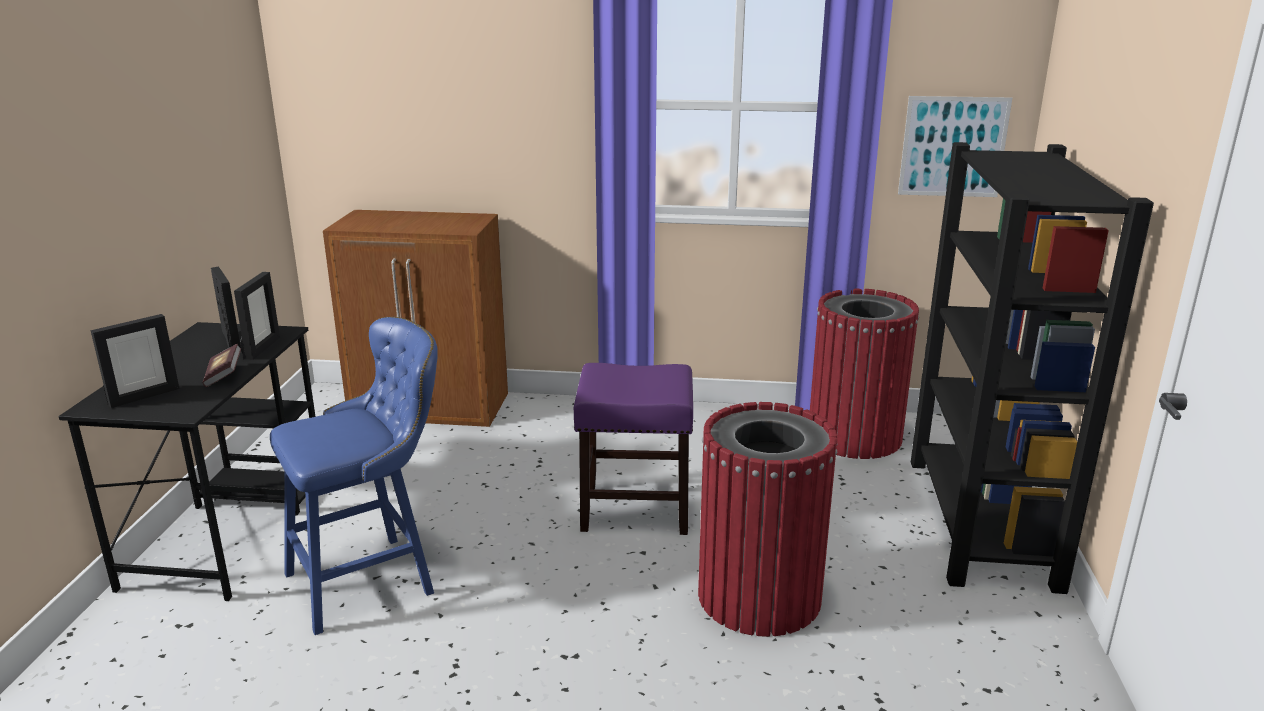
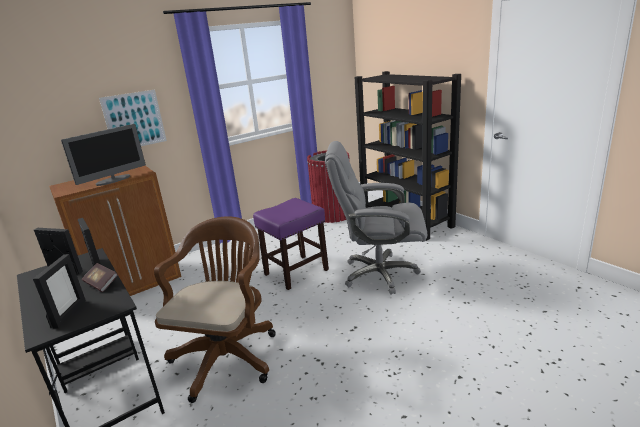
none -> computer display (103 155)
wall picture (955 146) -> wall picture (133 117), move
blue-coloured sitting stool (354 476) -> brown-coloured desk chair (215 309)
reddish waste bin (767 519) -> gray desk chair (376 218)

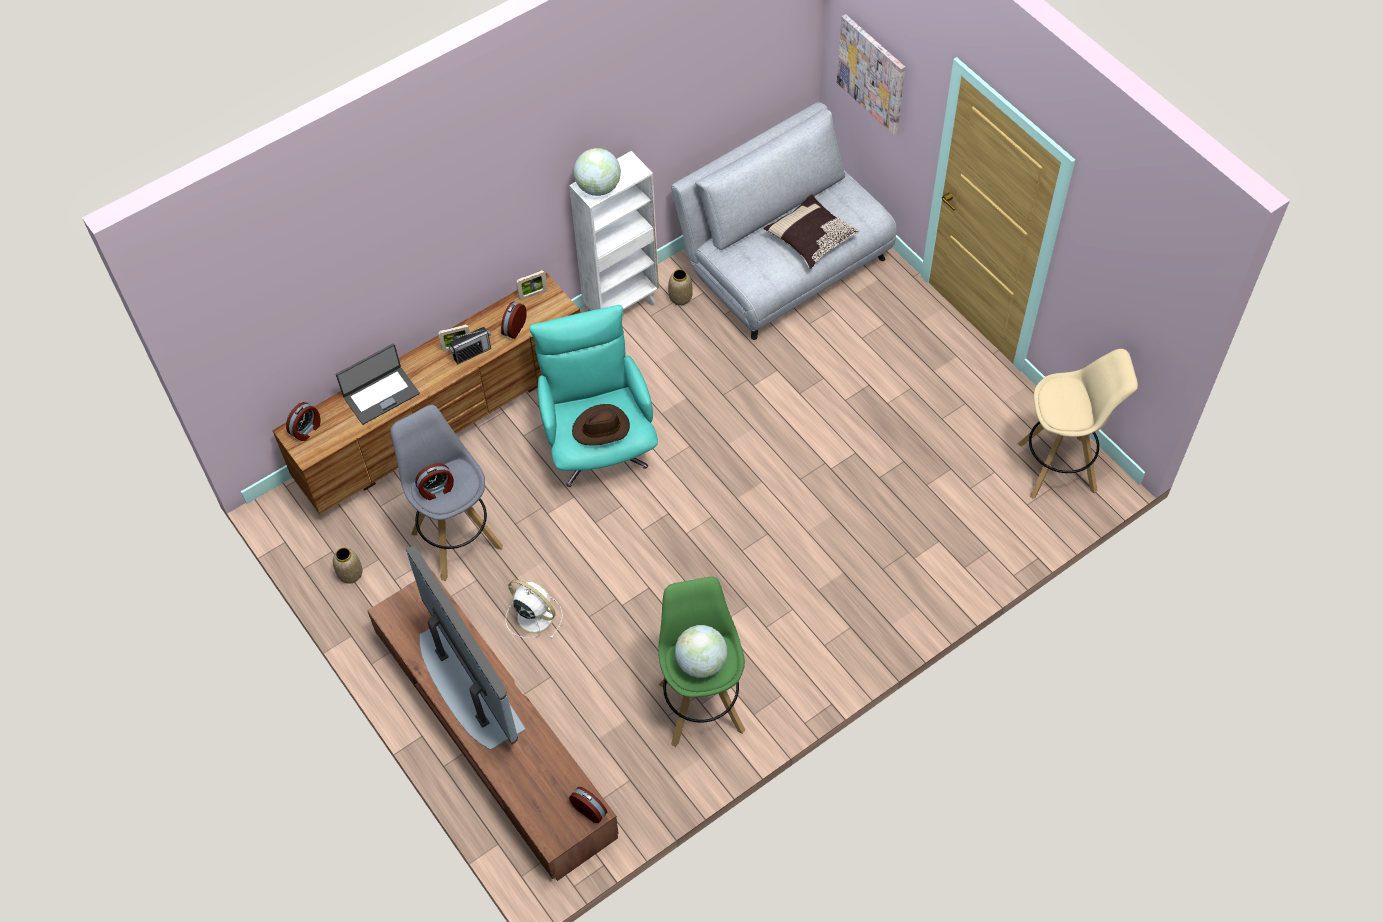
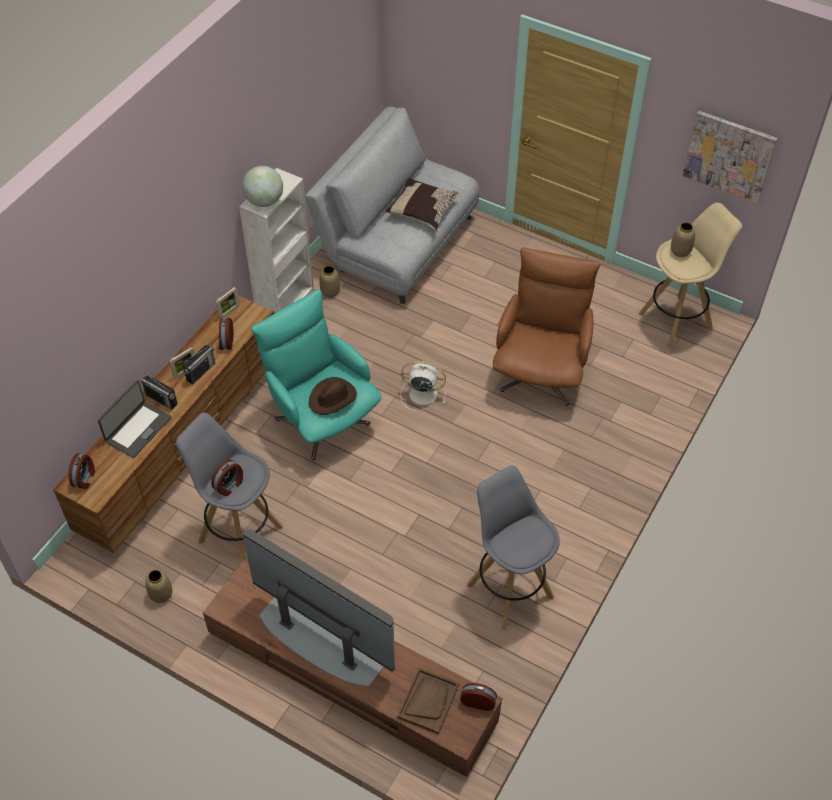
none -> radio set (159 391)
none -> brown-coloured serving tray (428 700)
whitish fan (534 609) -> whitish fan (423 386), move
green sitting stool (701 662) -> gray sitting stool (513 547)
none -> brown-coloured lounge chair (546 326)
none -> flower vase (683 239)
wall picture (871 74) -> wall picture (730 157), move
globe (701 651) -> none

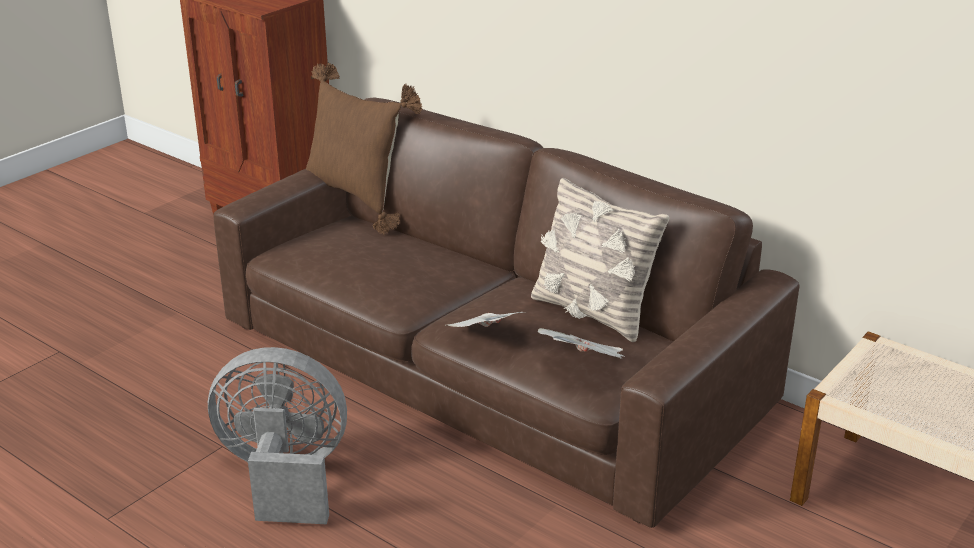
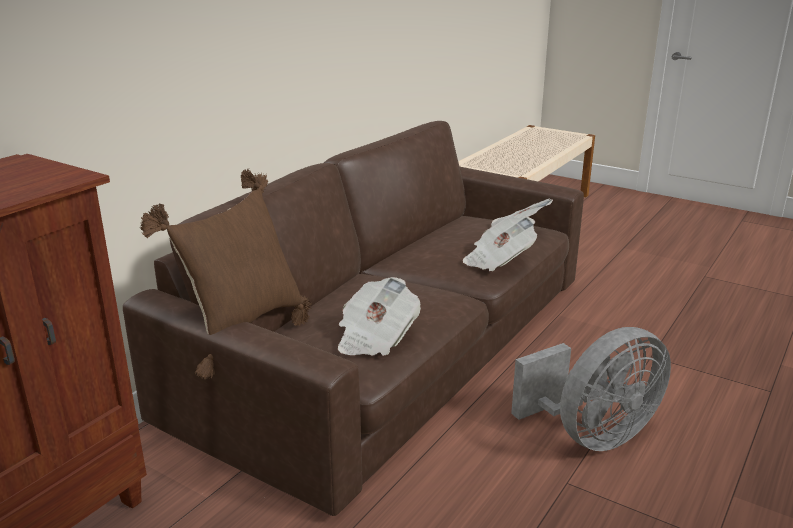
none -> daily paper (379 316)
gray fan (277 435) -> gray fan (591 389), 120 degrees counterclockwise
sand-coloured throw pillow (600 260) -> none

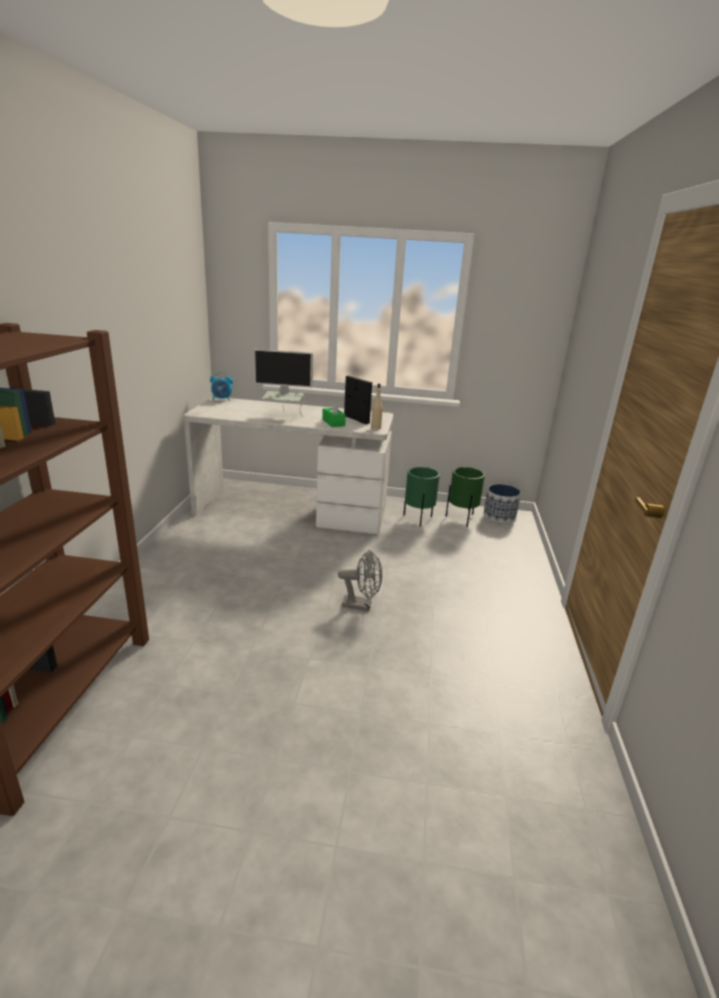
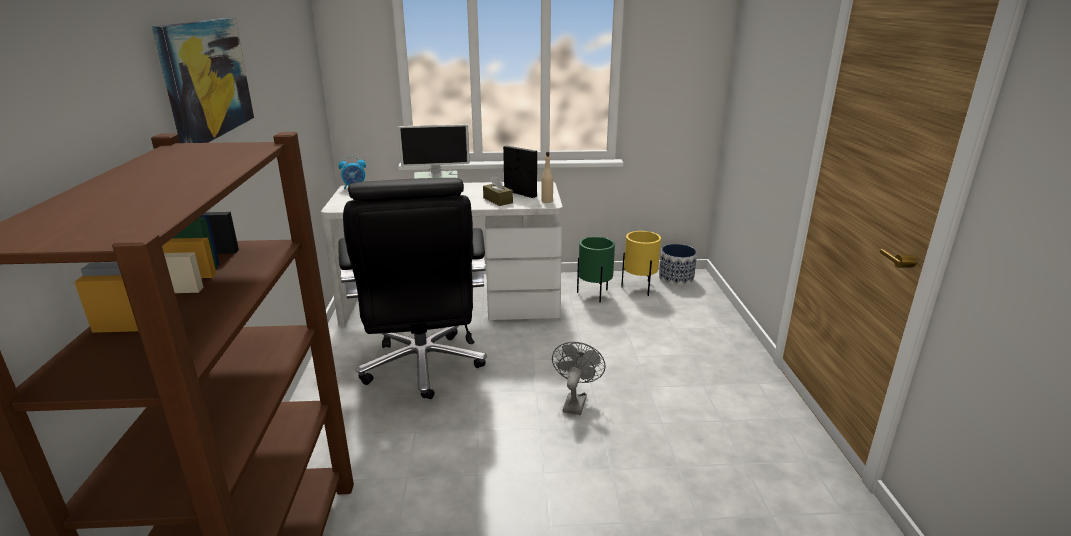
none -> wall picture (203 80)
none -> black desk chair (412 288)
green box of tissues (334 413) -> brown-coloured box of tissues (498 190)
gray fan (360 580) -> gray fan (579 378), 75 degrees counterclockwise
green flower pot (465 497) -> yellow-coloured flower pot (641 263)

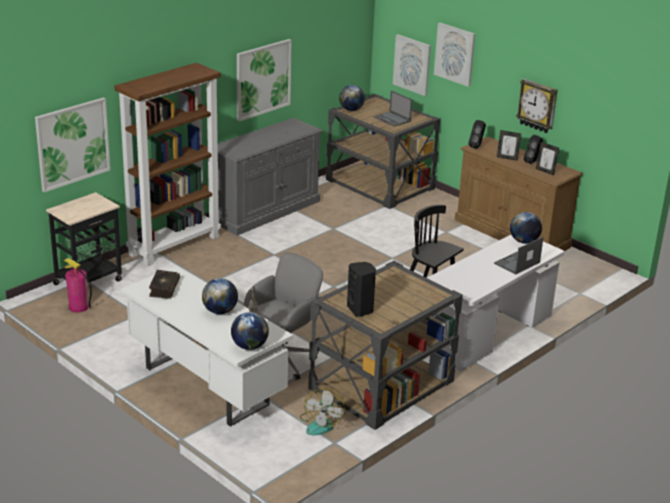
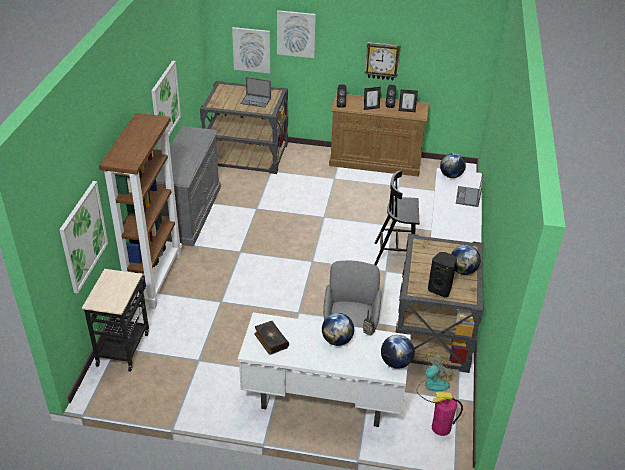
fan (322 412) -> fan (434 377), 105 degrees counterclockwise
extinguisher (77 285) -> extinguisher (447 414), move
globe (352 98) -> globe (466 260), move

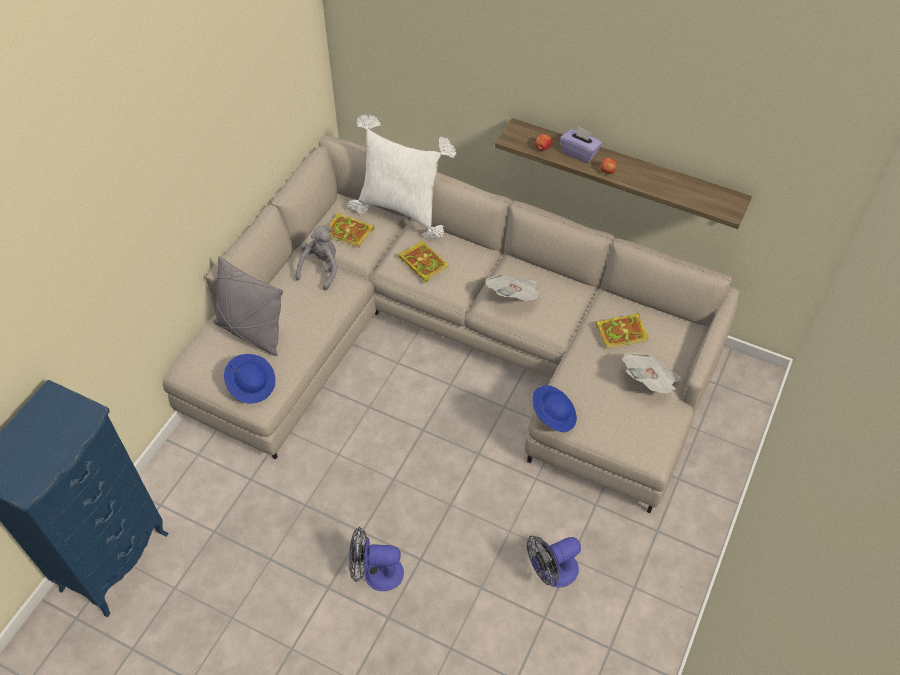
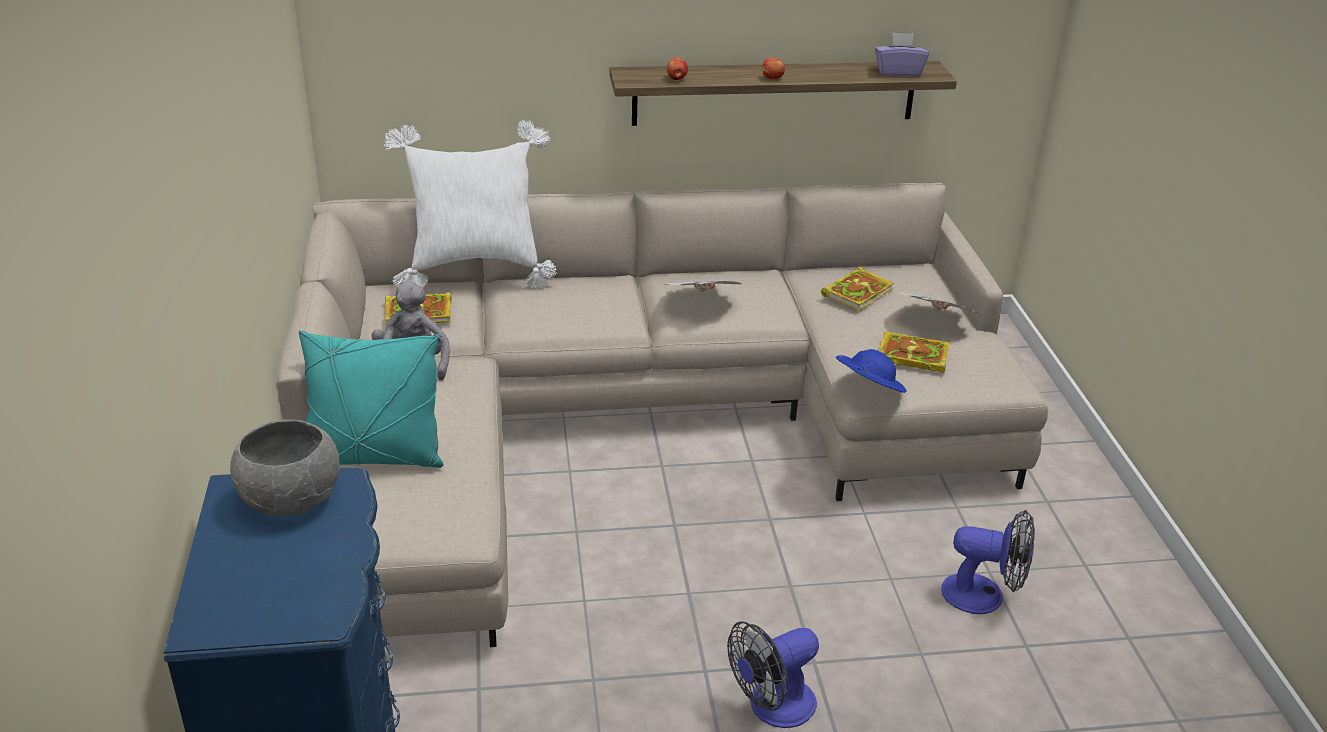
none -> gray serving bowl (285 467)
gray throw pillow (248 306) -> turquoise throw pillow (371 399)
purple-coloured box of tissues (581 144) -> purple-coloured box of tissues (902 54), move
bound book (423 262) -> bound book (913 352), move
fan (554 561) -> fan (988 562), 105 degrees counterclockwise
blue-coloured clothing hat (250 378) -> none

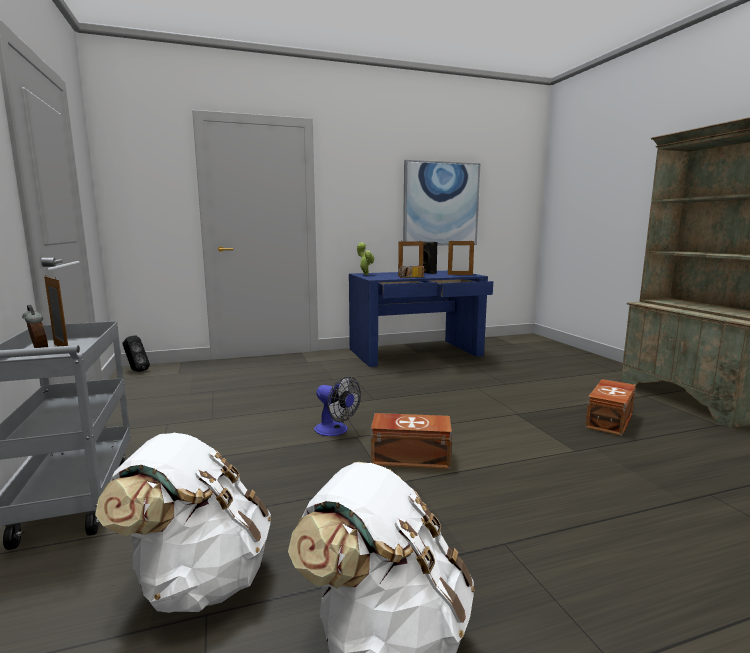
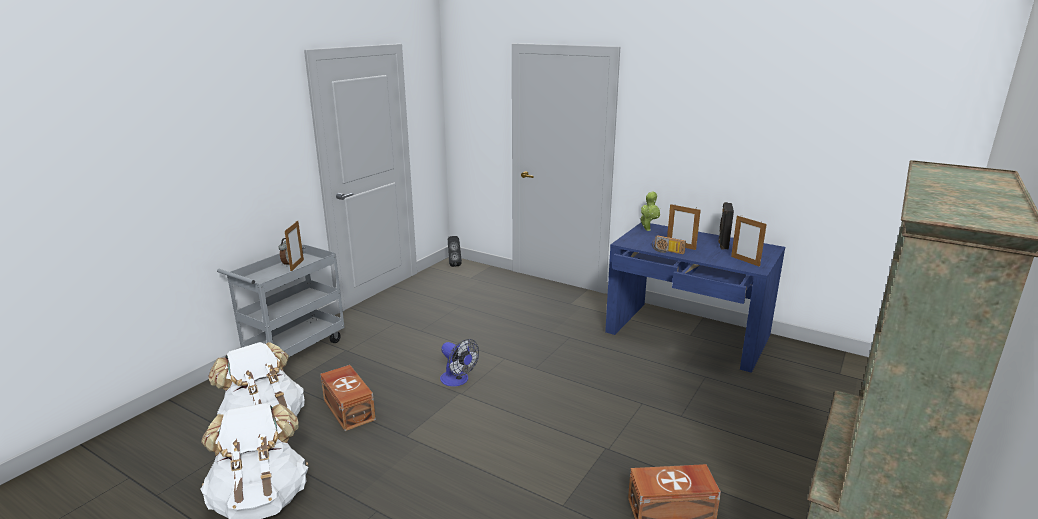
brown-coloured storage container (411 441) -> brown-coloured storage container (348 398), move
fan (337 406) -> fan (459 362), 45 degrees counterclockwise
wall picture (441 202) -> none

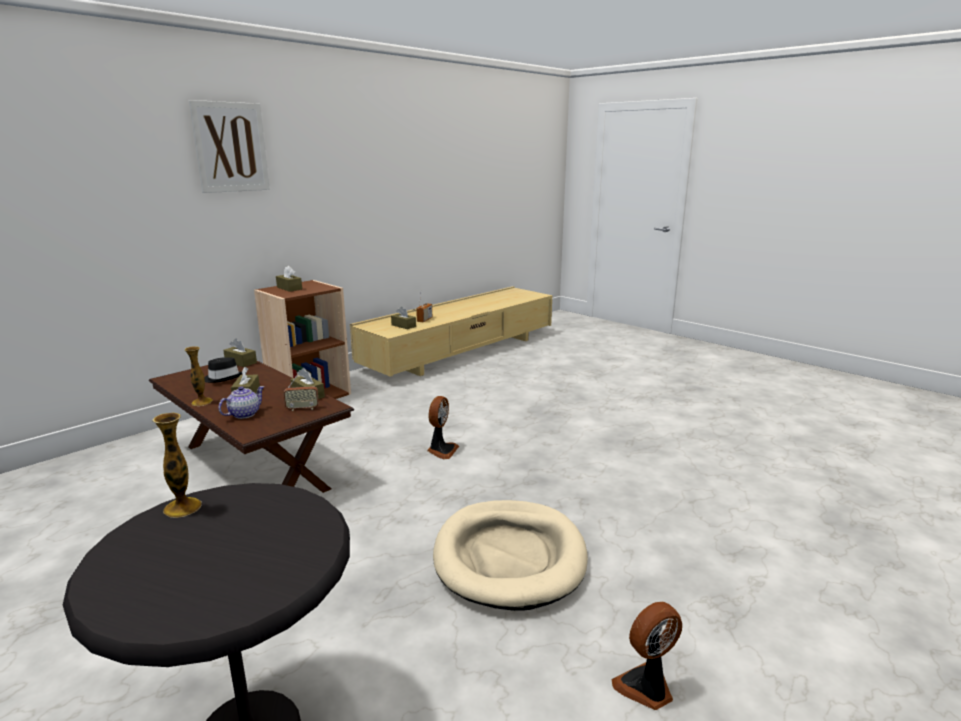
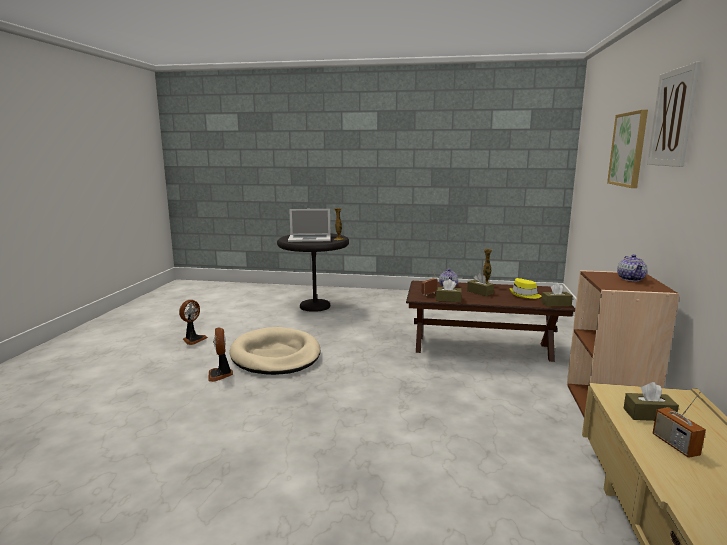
fan (443 427) -> fan (220 354), move
none -> laptop (309 225)
black clothing hat (223 370) -> yellow-coloured clothing hat (525 288)
none -> wall picture (627 149)
brown-coloured box of tissues (289 279) -> pot for tea (632 267)

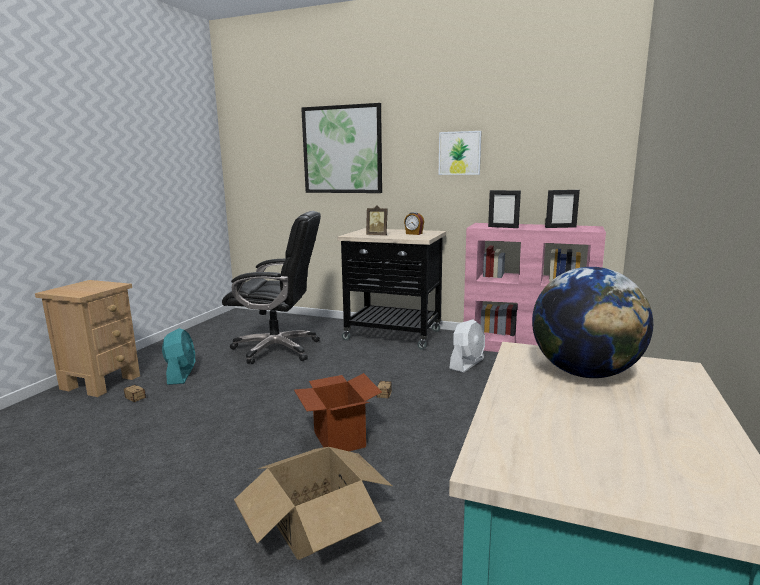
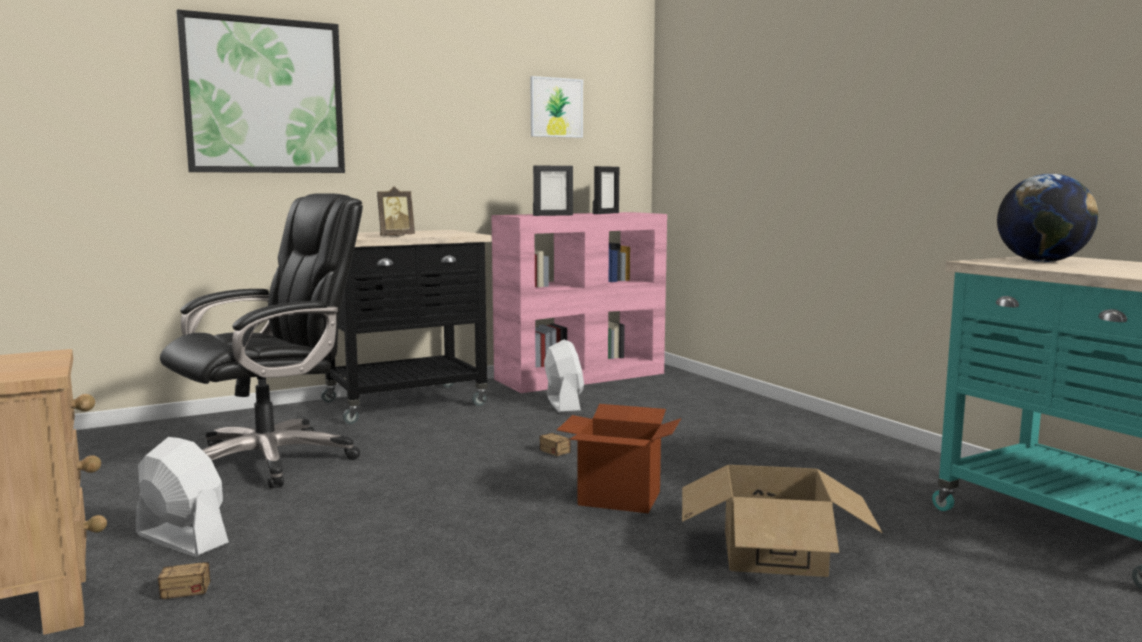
turquoise fan (178 356) -> whitish fan (182 497)
wall picture (460 153) -> wall picture (556 107), move
alarm clock (414 223) -> none

